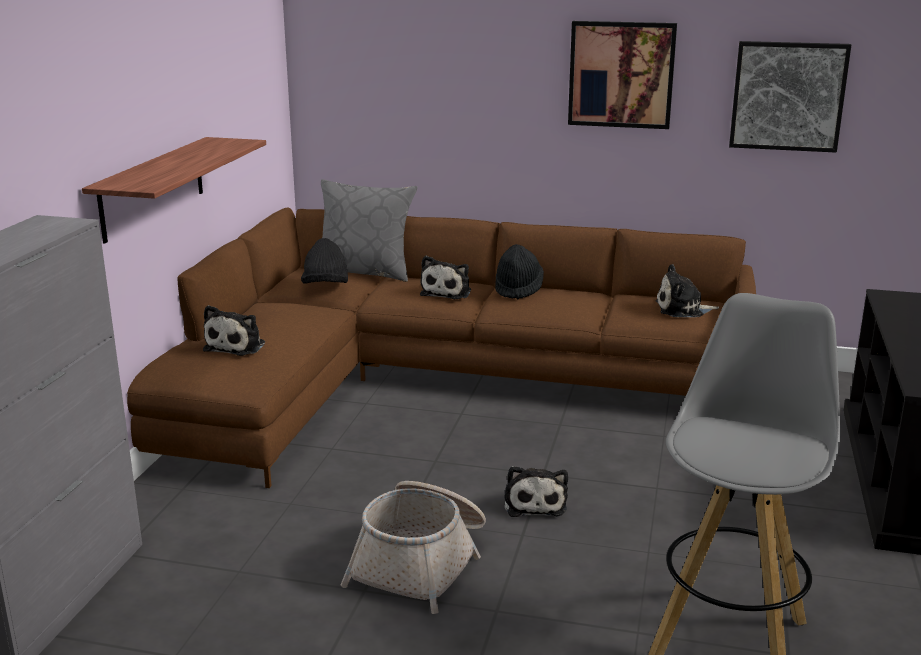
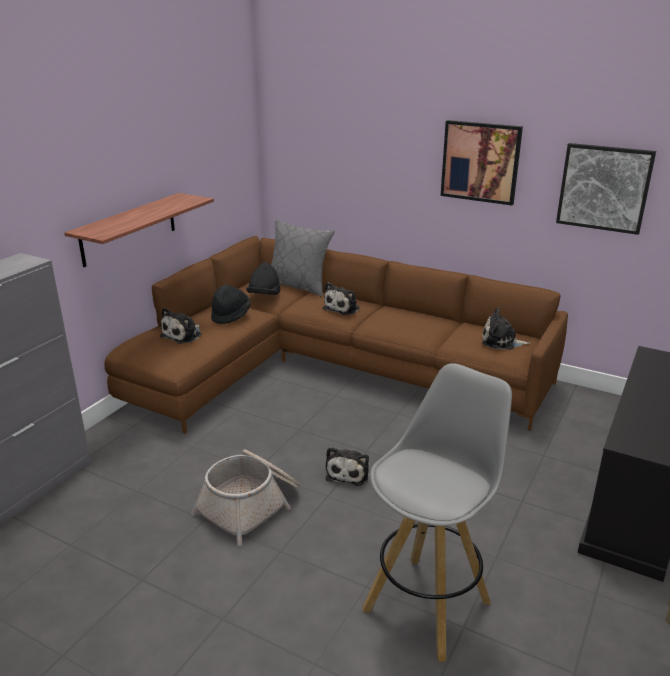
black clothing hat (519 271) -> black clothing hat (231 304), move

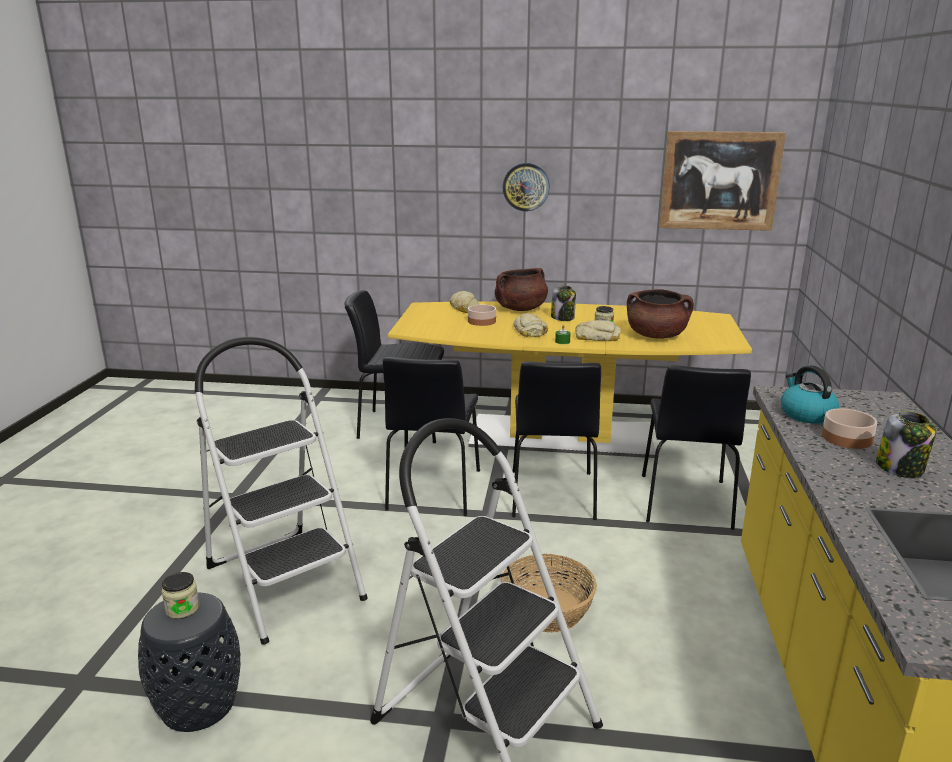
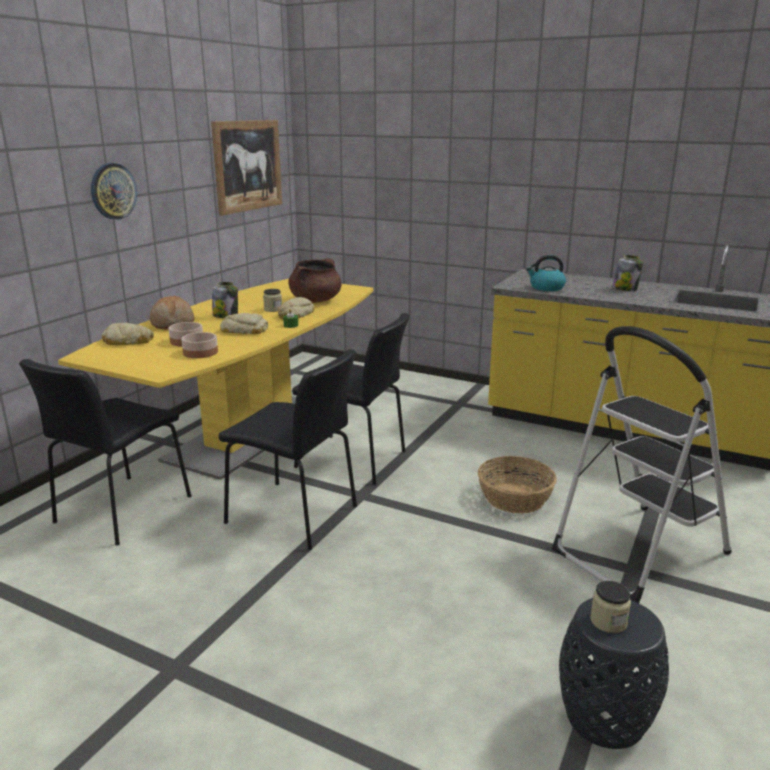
brown-coloured cooking pot (521 289) -> baked bread (172 312)
serving bowl (849 428) -> serving bowl (199 345), move
stepladder (281 491) -> none
black upright chair (696 447) -> none

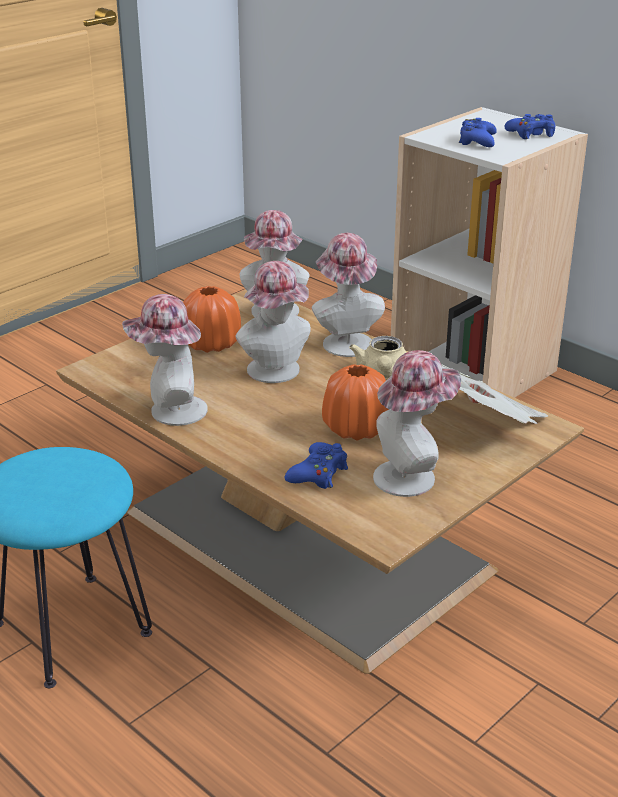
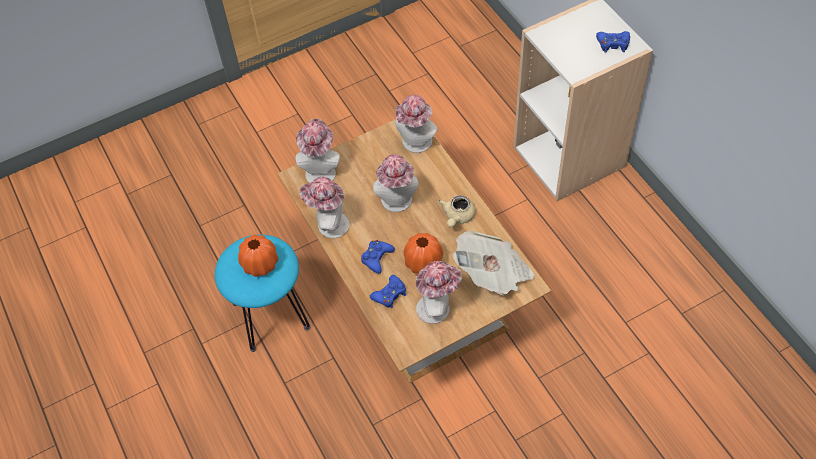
orangey flower vase (212 319) -> orangey flower vase (258 256), move
clothing hat (348 295) -> clothing hat (317 150), move
blue-coloured gamepad (477 132) -> blue-coloured gamepad (378 257), move

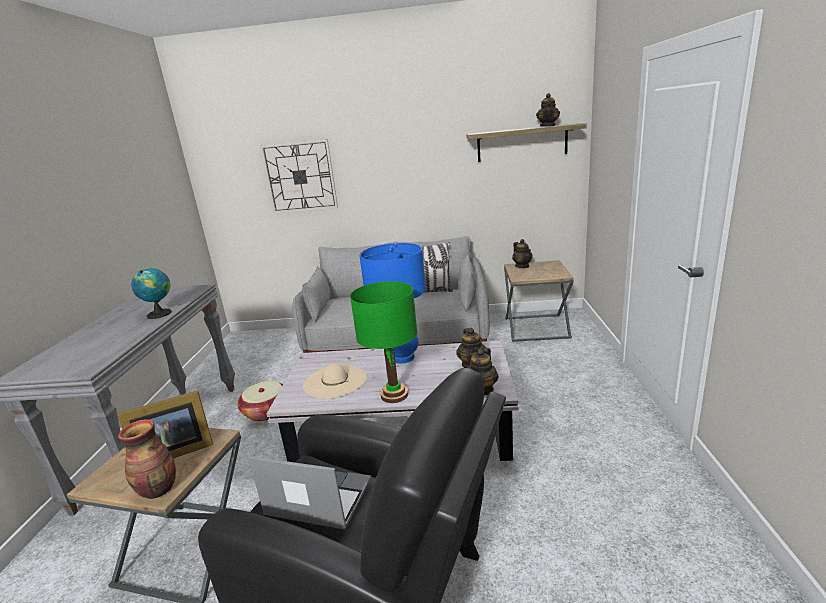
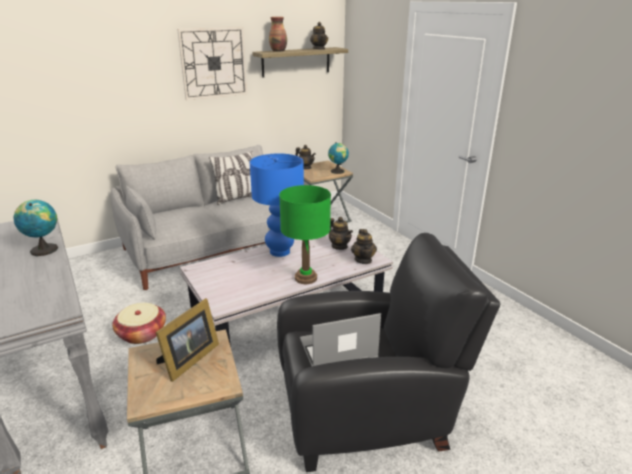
wall clock (299 176) -> wall clock (212 63), move
flower vase (147 459) -> flower vase (278 34), move
none -> globe (338 158)
sand-coloured clothing hat (335 381) -> none

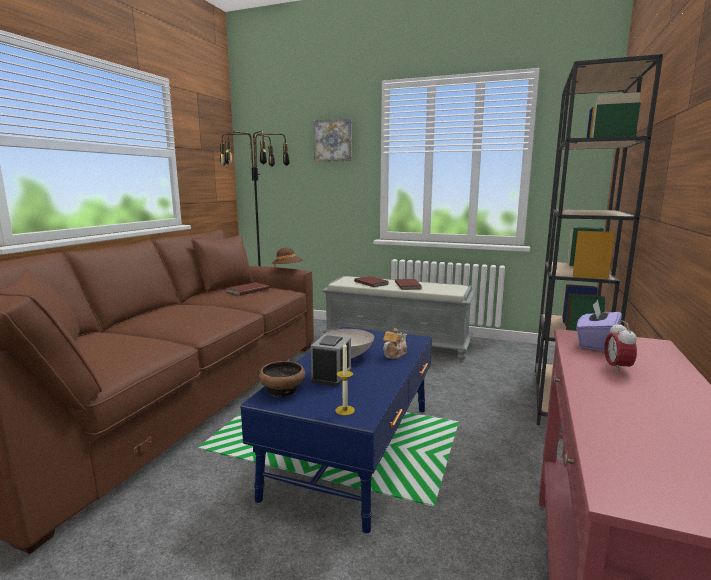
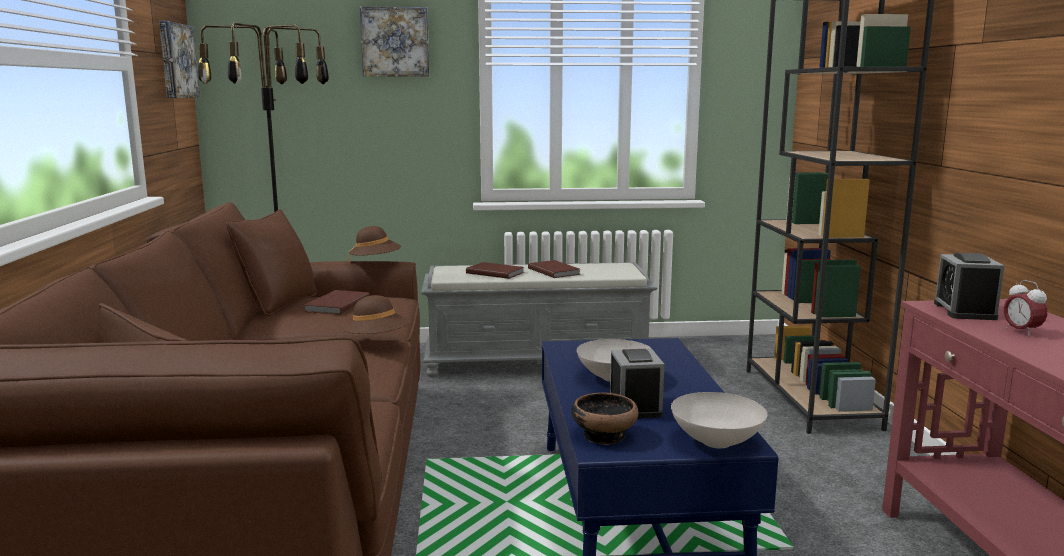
none -> wall picture (179 59)
none -> brown-coloured clothing hat (376 315)
wax candle (345 378) -> whitish serving bowl (719 420)
purple-coloured box of tissues (599 326) -> alarm clock (969 286)
pot for tea (395 343) -> none

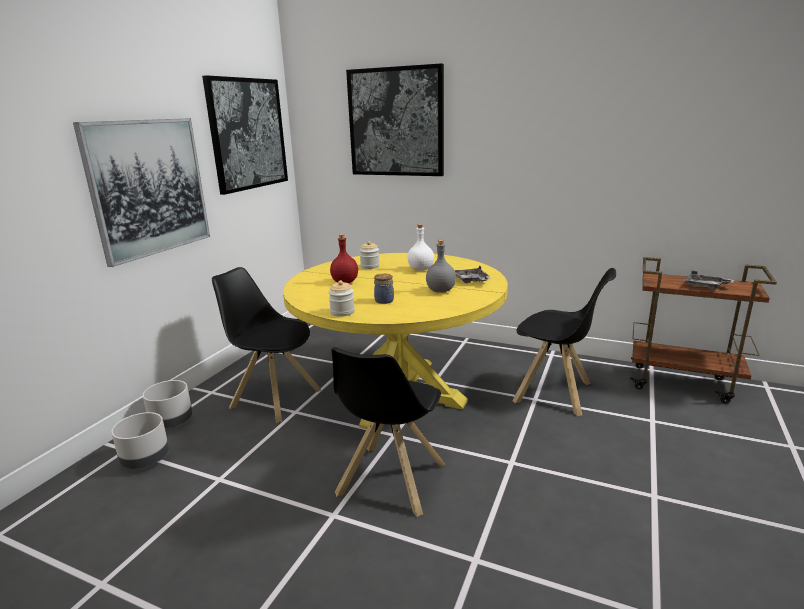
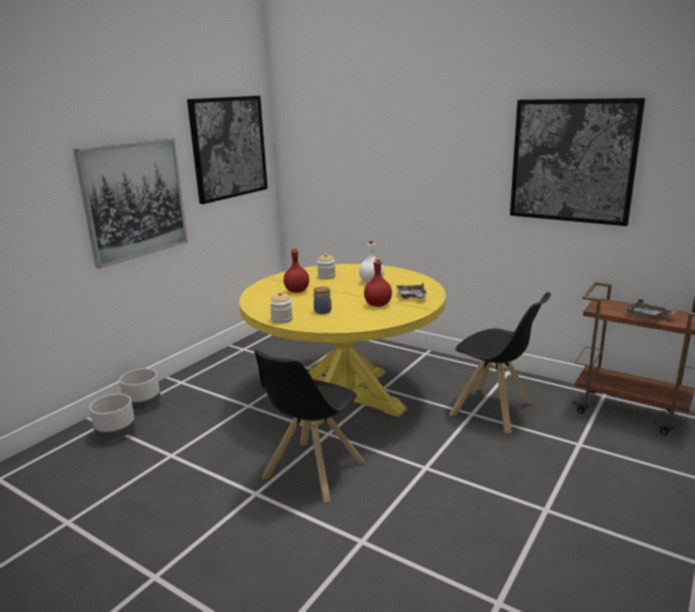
gray drink bottle (441 266) -> reddish drink bottle (378 282)
wall picture (395 119) -> wall picture (578 162), move
black upright chair (266 345) -> none

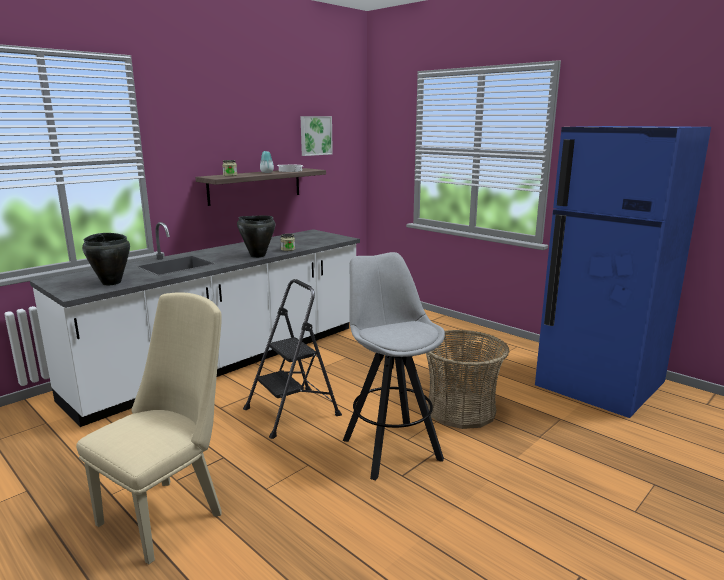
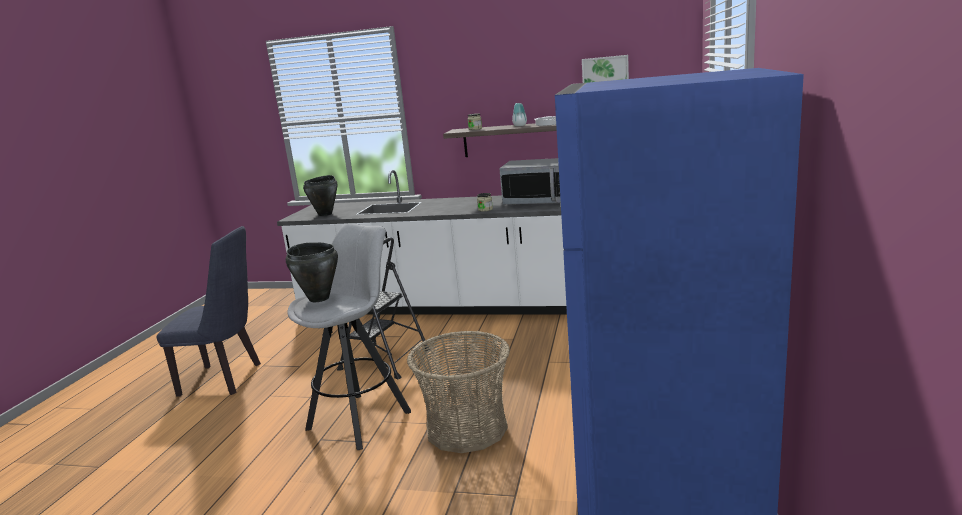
sand-coloured upright chair (149 428) -> blue-coloured upright chair (209 311)
black cooking pot (256 237) -> black cooking pot (312 272), move
none -> kitchen microwave (530 181)

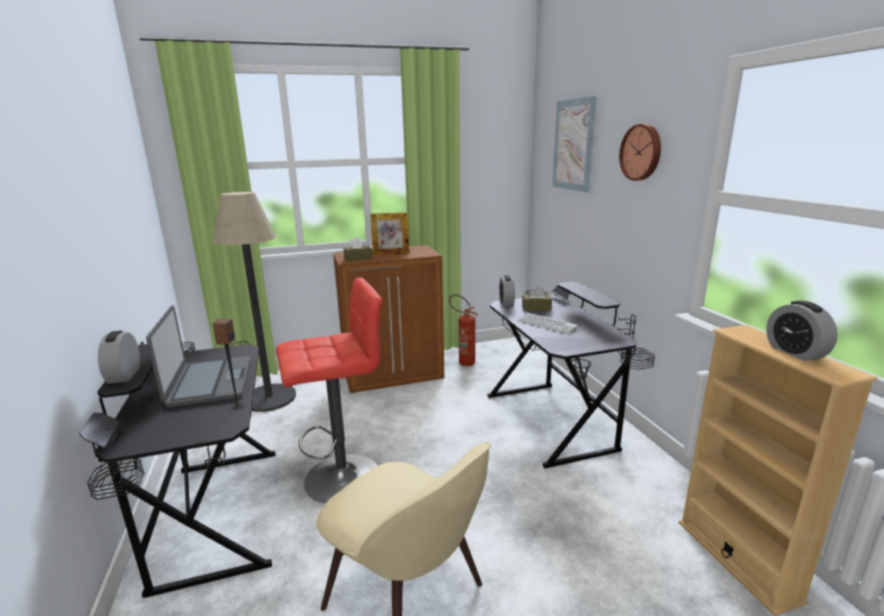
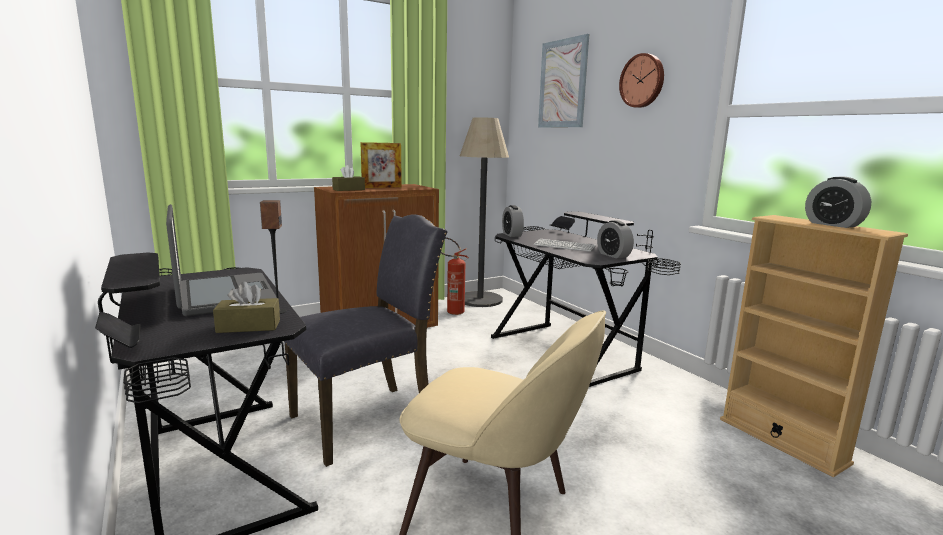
brown-coloured box of tissues (537 298) -> brown-coloured box of tissues (246 307), move
reddish sitting stool (329 391) -> gray upright chair (366 340)
floor lamp (254 302) -> floor lamp (484 212), move
alarm clock (119 357) -> alarm clock (615 239), move

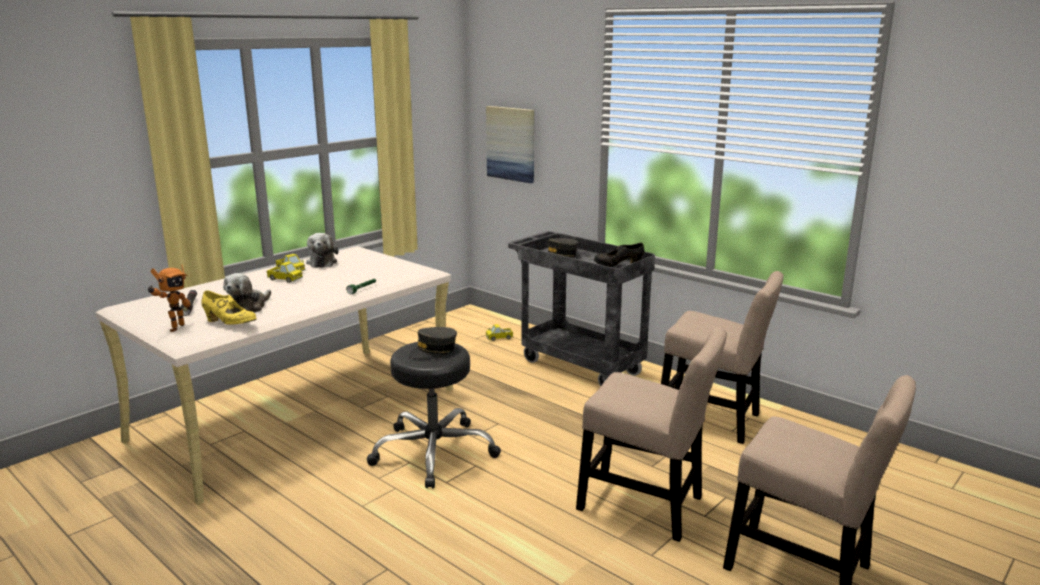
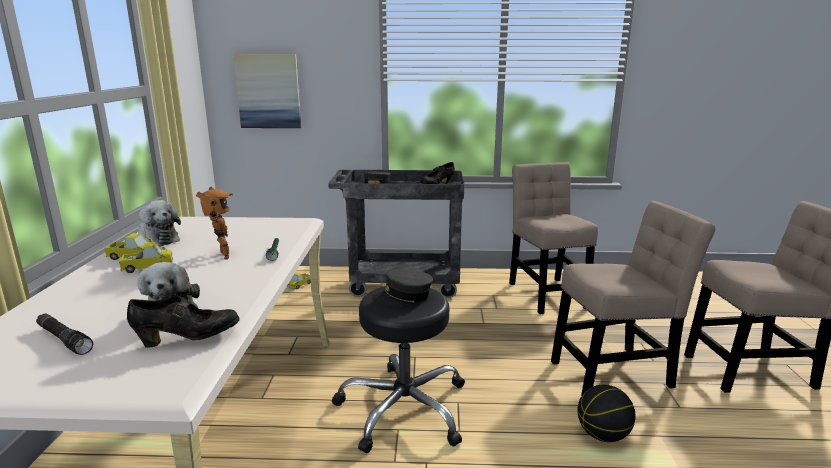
yellow-coloured item of footwear (229 307) -> black item of footwear (183 321)
model robot (169 298) -> model robot (214 223), move
gray cap (432 343) -> gray cap (402 287), 75 degrees clockwise
sand-coloured upright chair (722 357) -> sand-coloured upright chair (553 238), 90 degrees counterclockwise
none -> basketball ball (606 413)

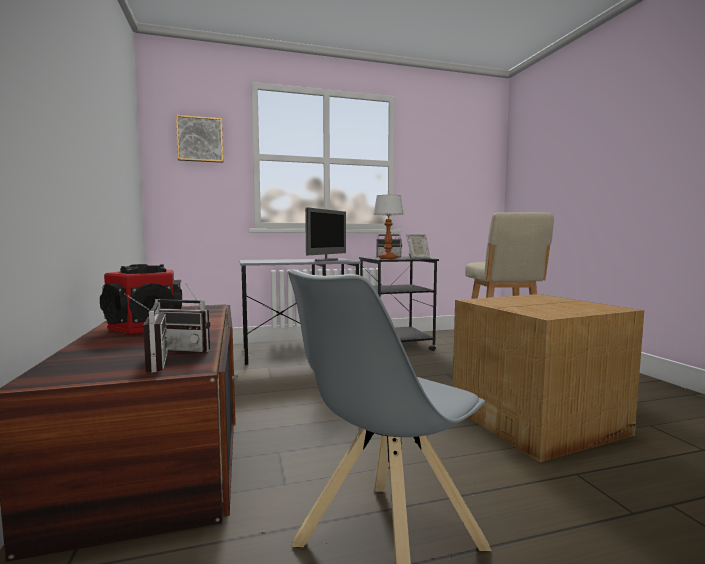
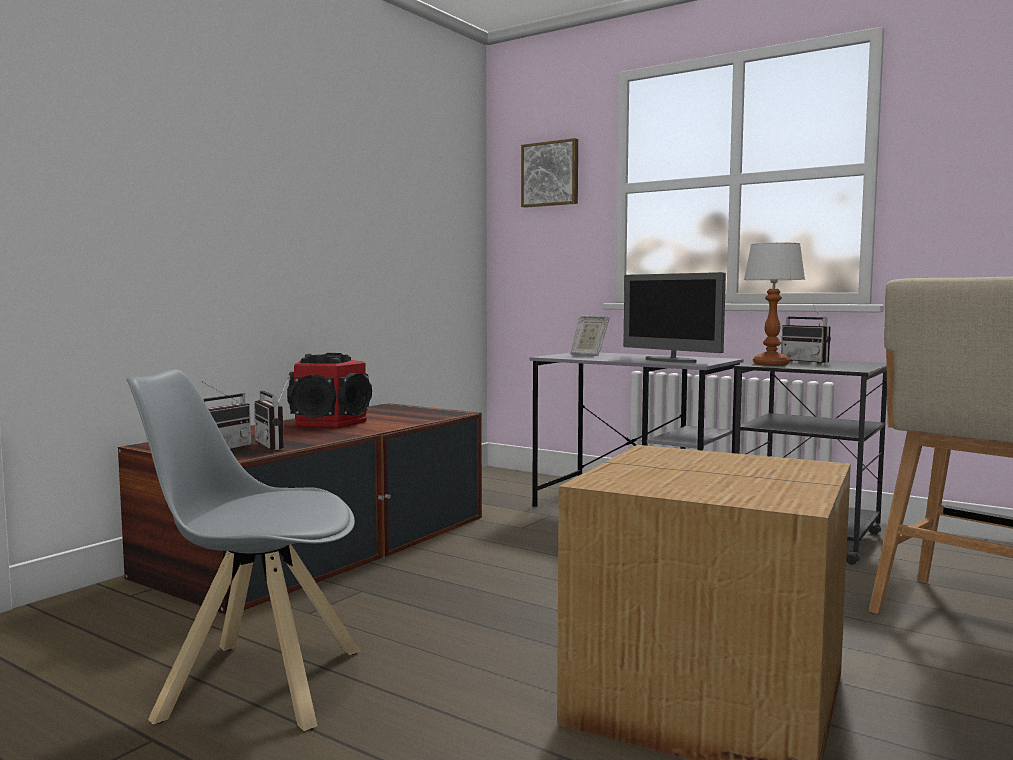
picture frame (418 246) -> picture frame (590 336), move
computer display (325 234) -> computer display (674 317), 60 degrees clockwise

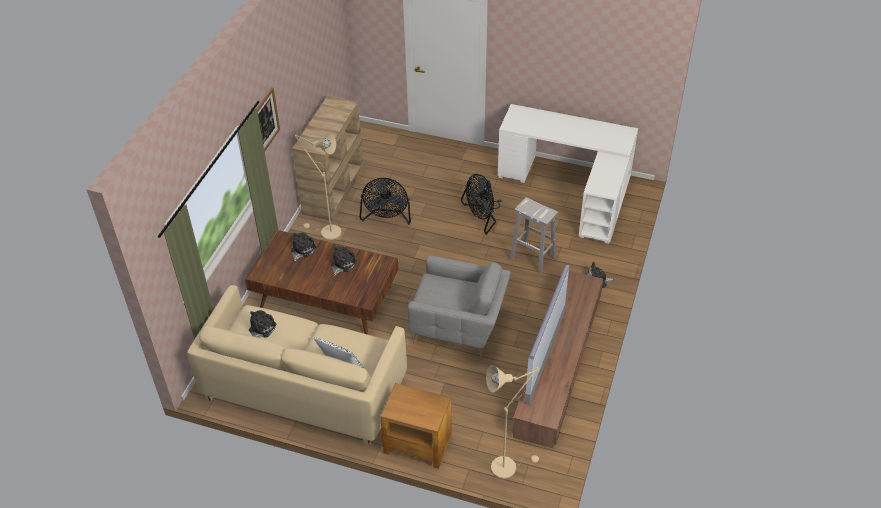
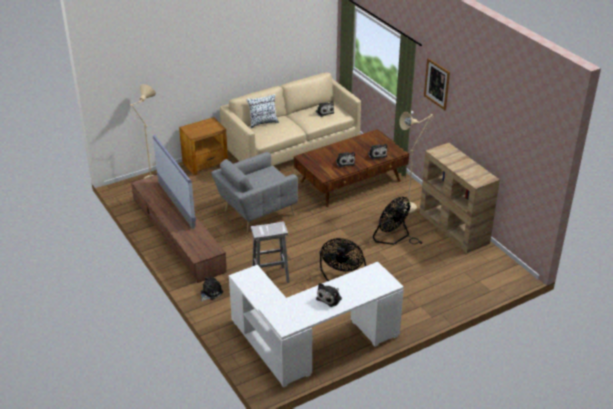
none -> cuddly toy (329 295)

